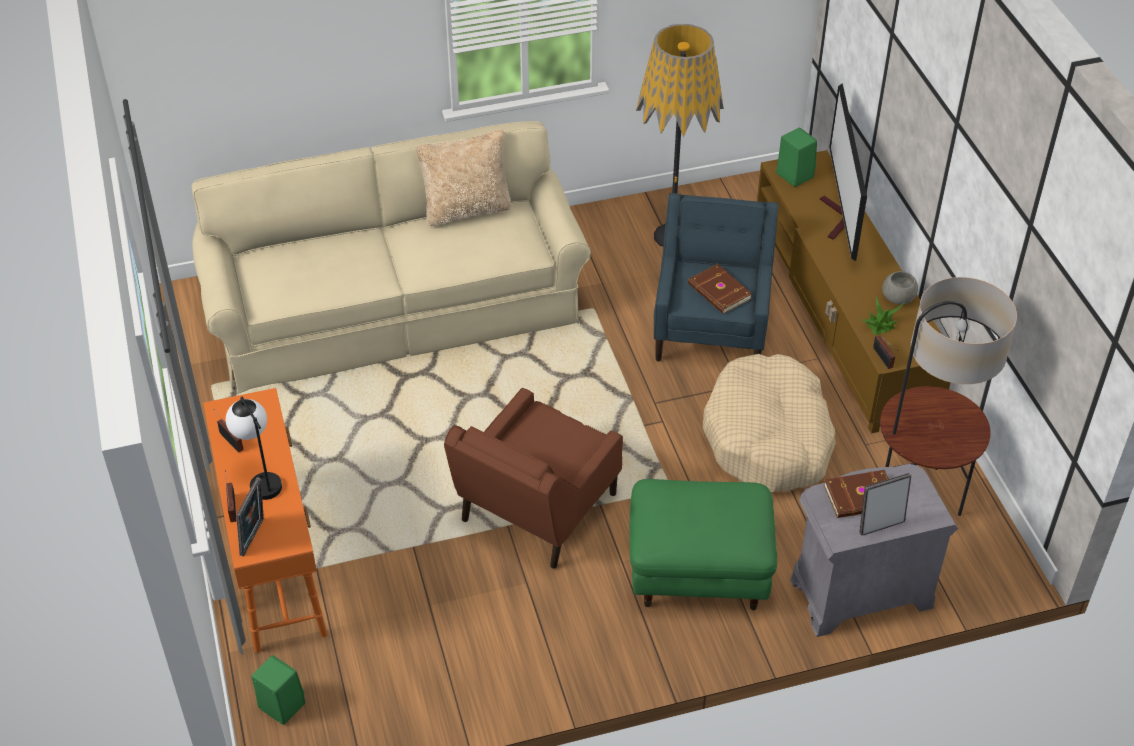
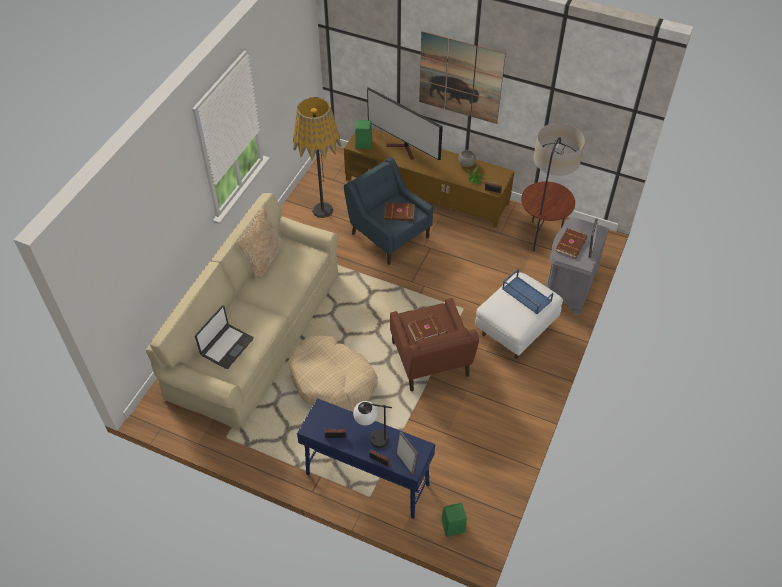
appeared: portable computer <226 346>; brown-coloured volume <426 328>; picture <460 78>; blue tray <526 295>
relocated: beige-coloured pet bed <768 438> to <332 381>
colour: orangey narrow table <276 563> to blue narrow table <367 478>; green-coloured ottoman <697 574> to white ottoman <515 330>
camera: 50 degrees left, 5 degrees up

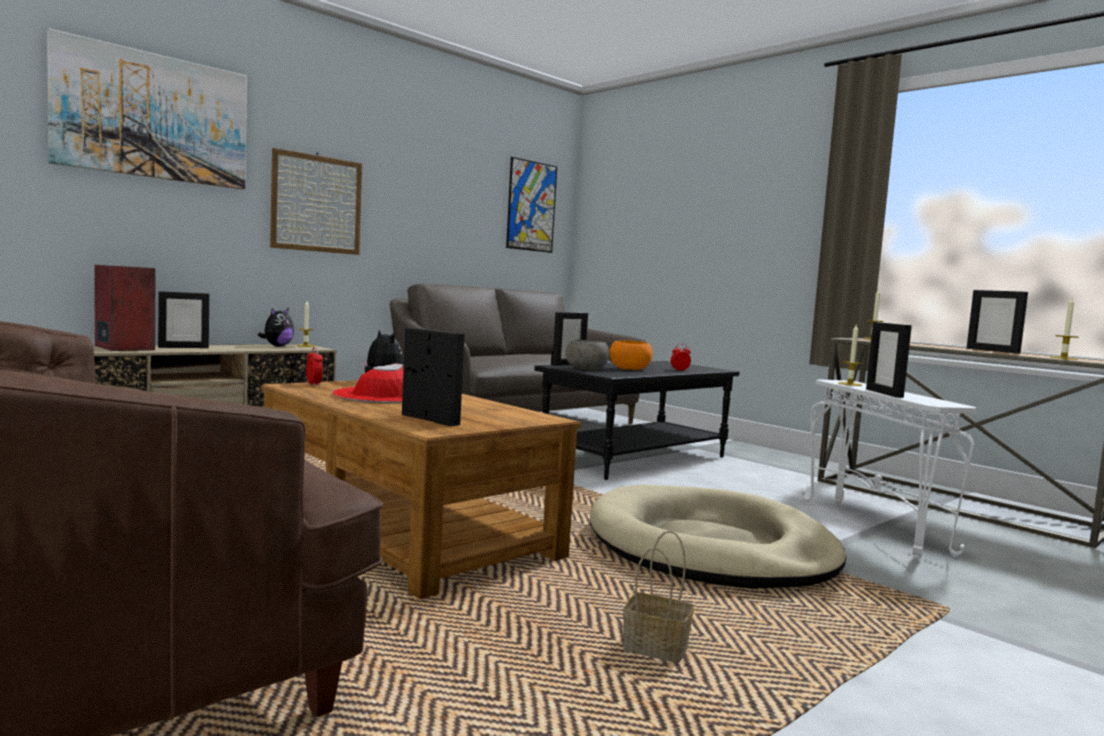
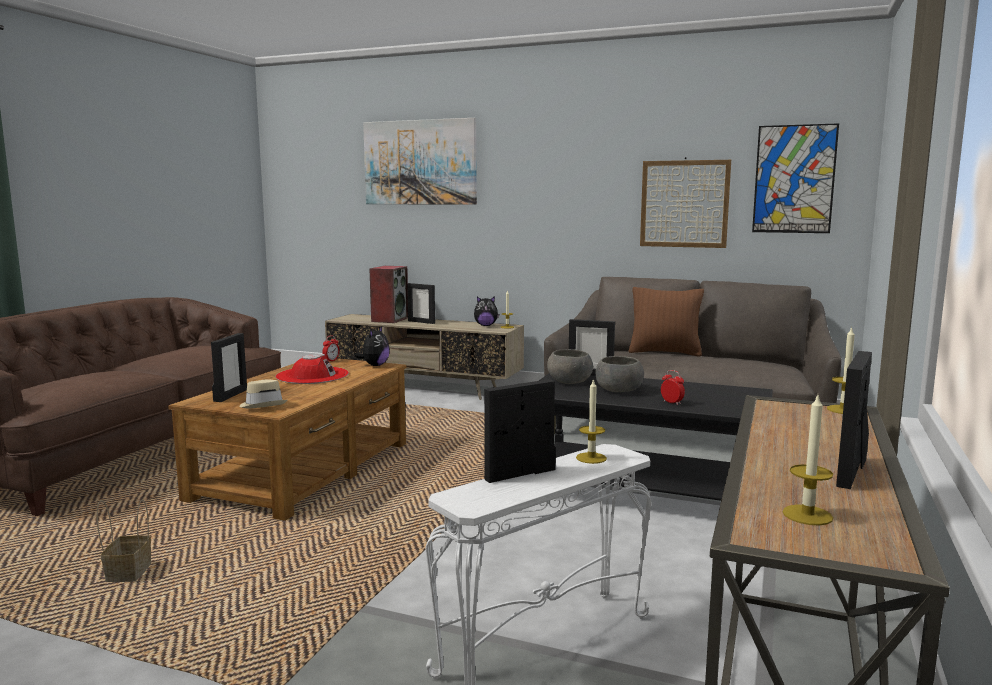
missing: beige-coloured pet bed <710 547>
appeared: beige-coloured clothing hat <263 405>; brown-coloured pillow <665 352>
relocated: picture <316 202> to <684 202>
colour: orangey bowl <630 369> to greyish bowl <618 390>
camera: 65 degrees right, 5 degrees up

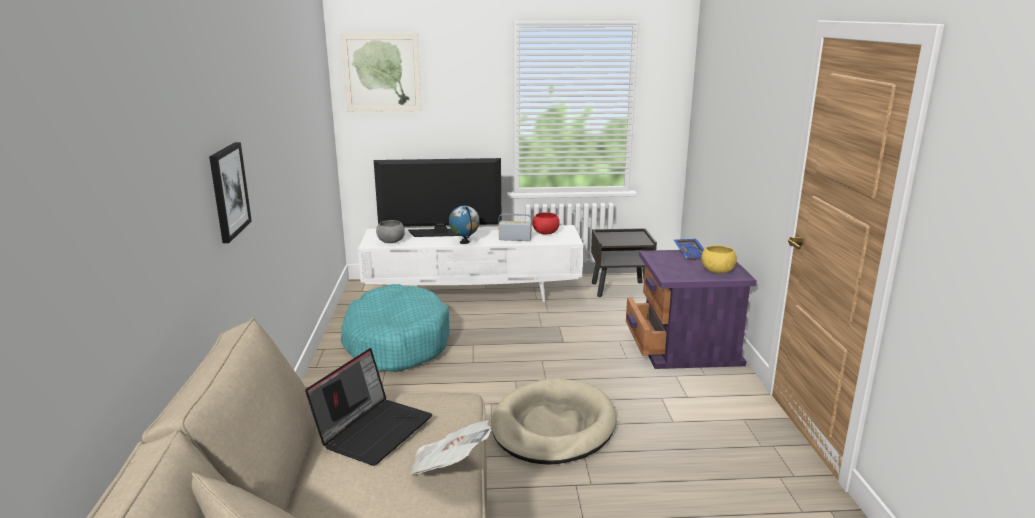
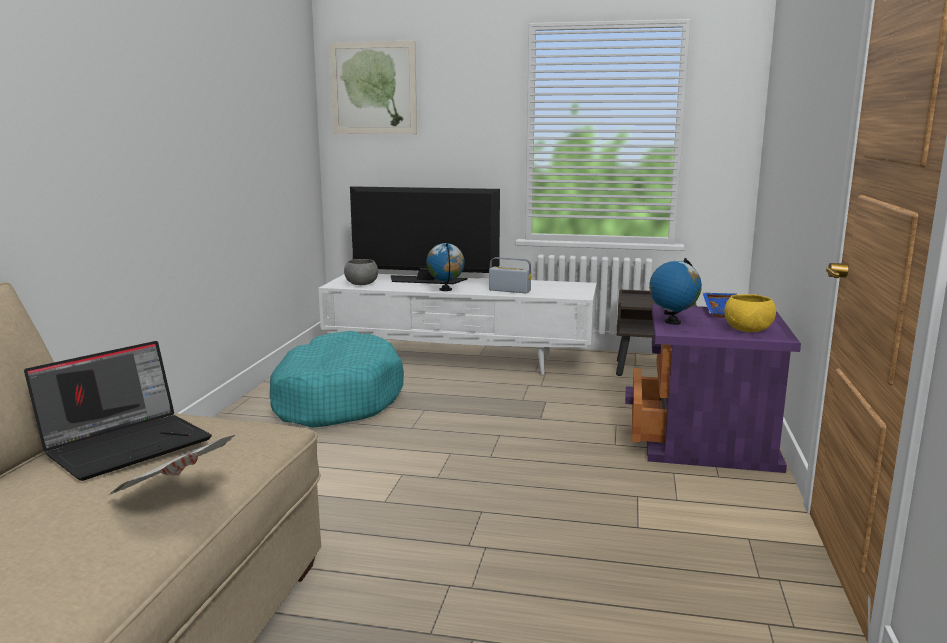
missing: picture <228 191>; beige-coloured pet bed <553 426>; red bowl <545 233>
appeared: desk globe <672 322>
camera: 15 degrees right, 5 degrees down

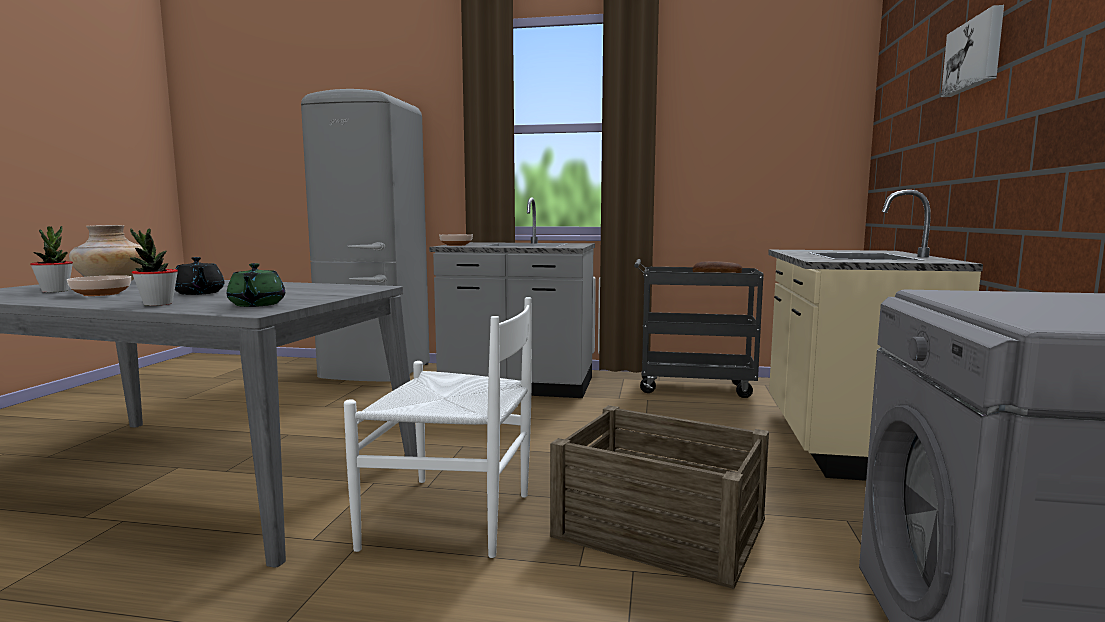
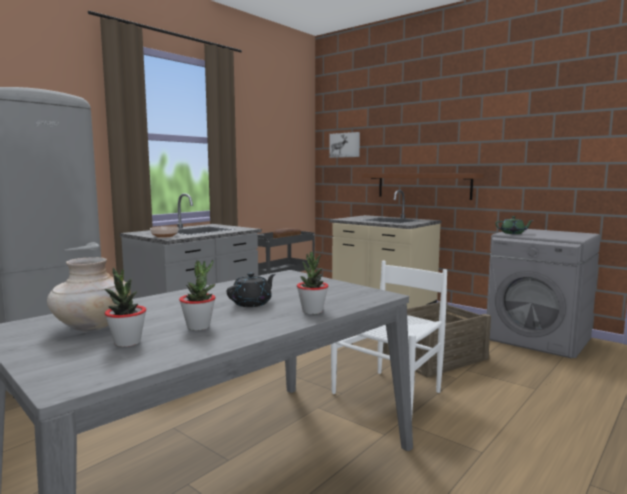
appeared: brown-coloured bracket shelf <423 185>
relocated: green-coloured teapot <256 305> to <513 233>; picture <975 54> to <345 145>
exchanged: bowl <101 294> to potted plant <198 327>
spun: blackish teapot <199 293> = <252 303> 45 degrees counterclockwise
camera: 60 degrees left, 0 degrees up

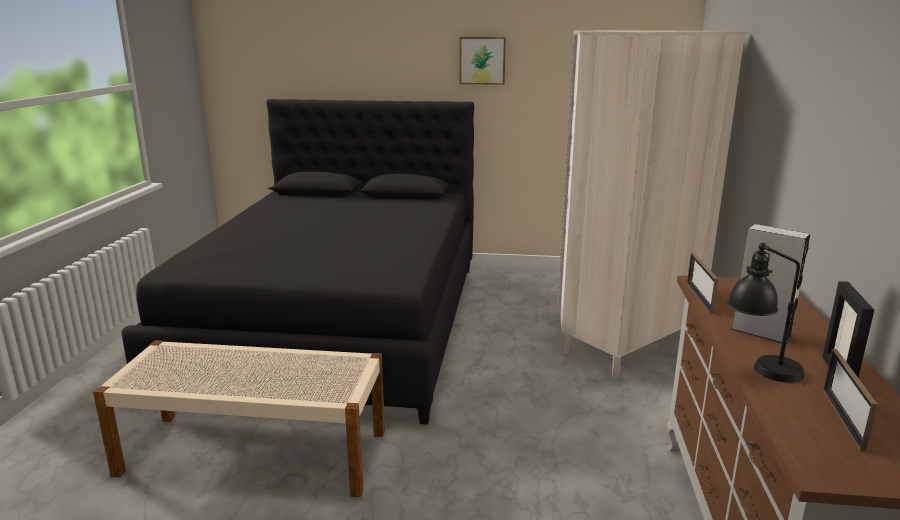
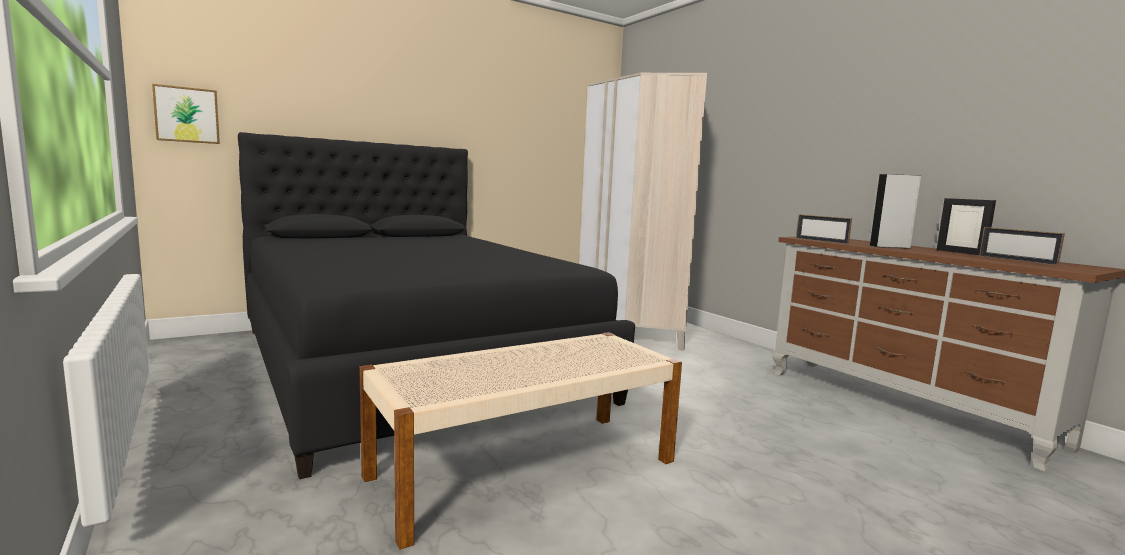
missing: blackish lamp for a table <760 372>
relocated: picture <482 60> to <187 115>
camera: 40 degrees left, 10 degrees down

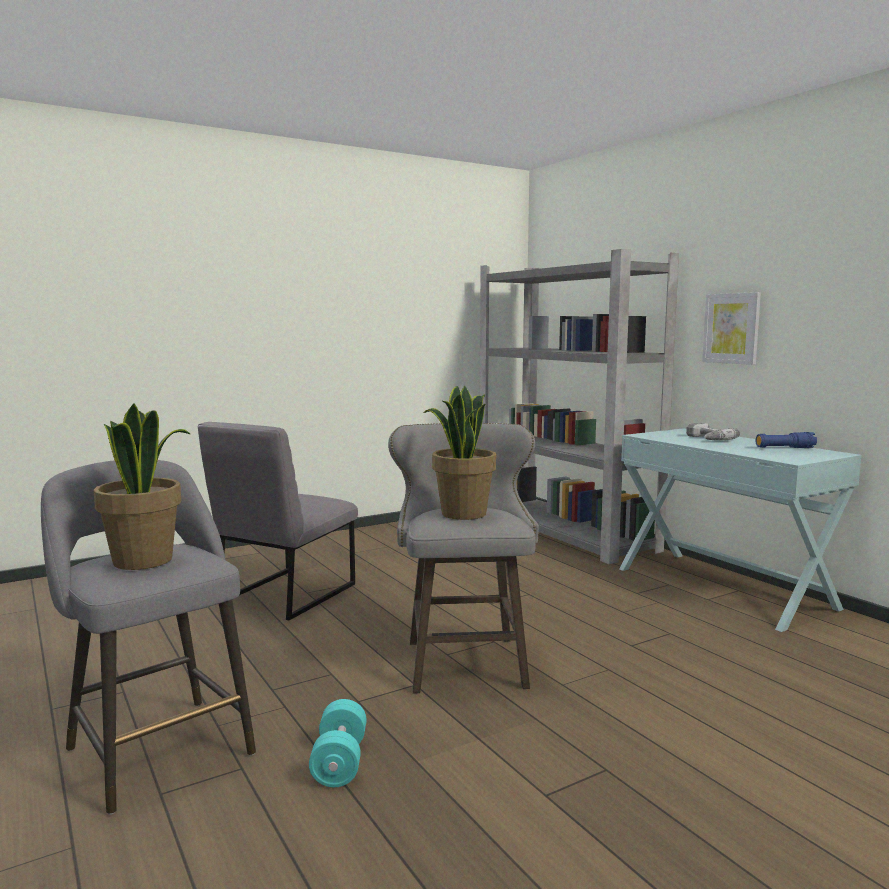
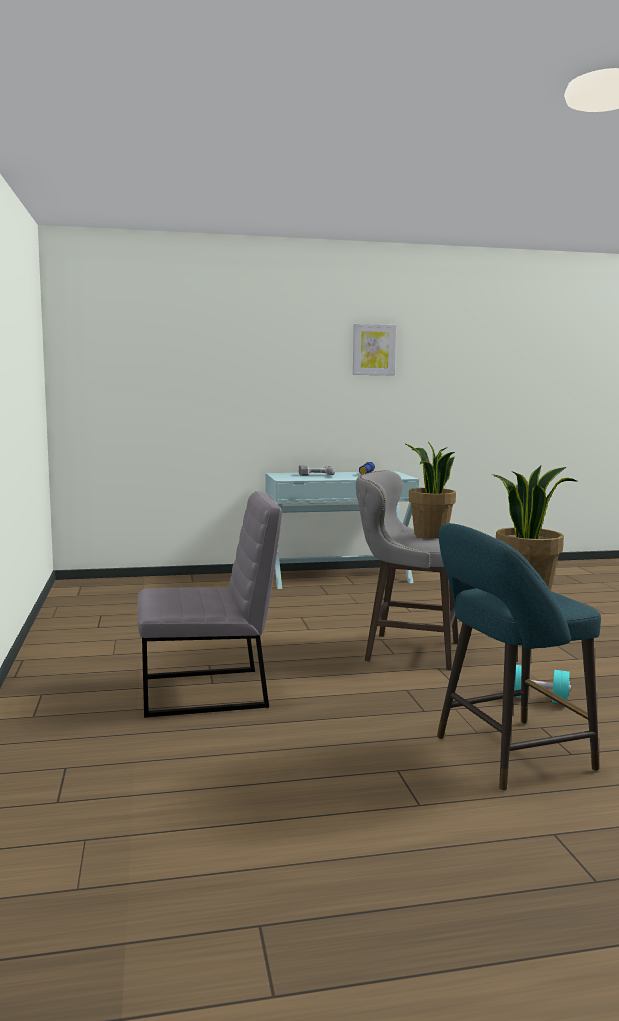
missing: greyish bookshelf <563 531>
relocated: picture <731 328> to <373 350>
colour: greyish stool seat <156 747> to blue-green stool seat <506 755>
spun: greyish upright chair <285 594> = <208 692> 60 degrees counterclockwise
camera: 70 degrees left, 0 degrees up

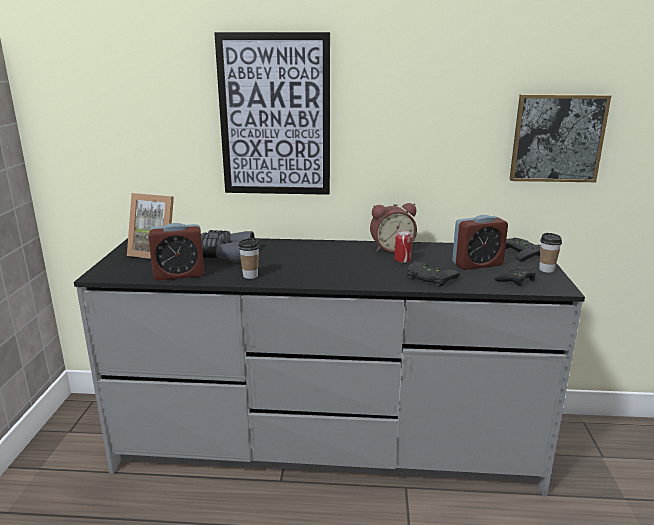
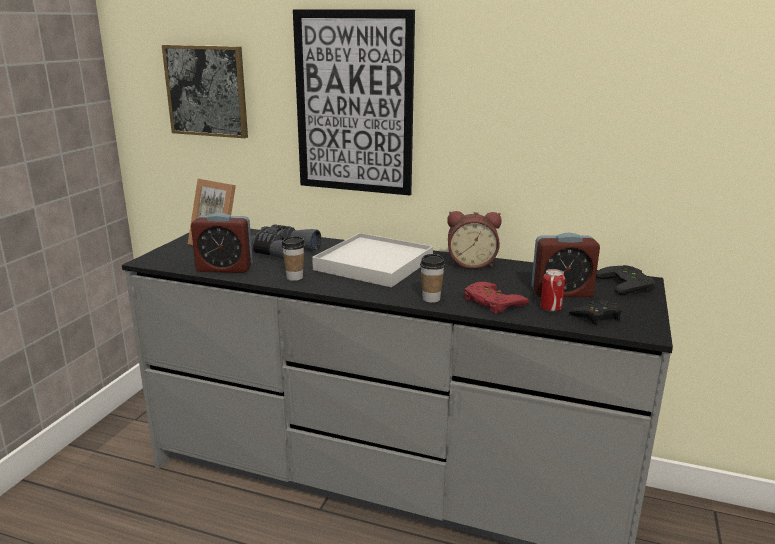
appeared: white tray <373 264>
relocated: sealed can <402 260> to <550 308>; picture <557 138> to <207 91>; cup <546 270> to <431 299>
colour: blackish game controller <429 278> to red game controller <490 302>
camera: 15 degrees right, 0 degrees up

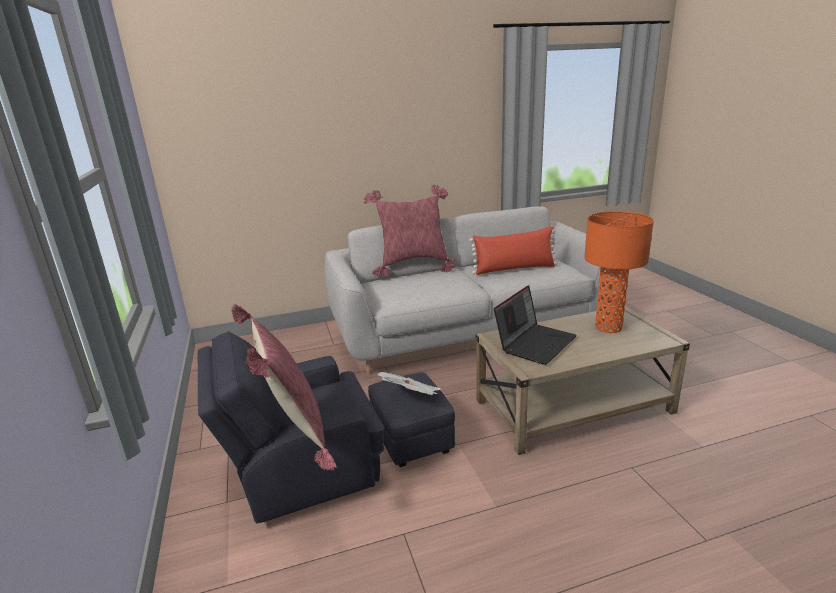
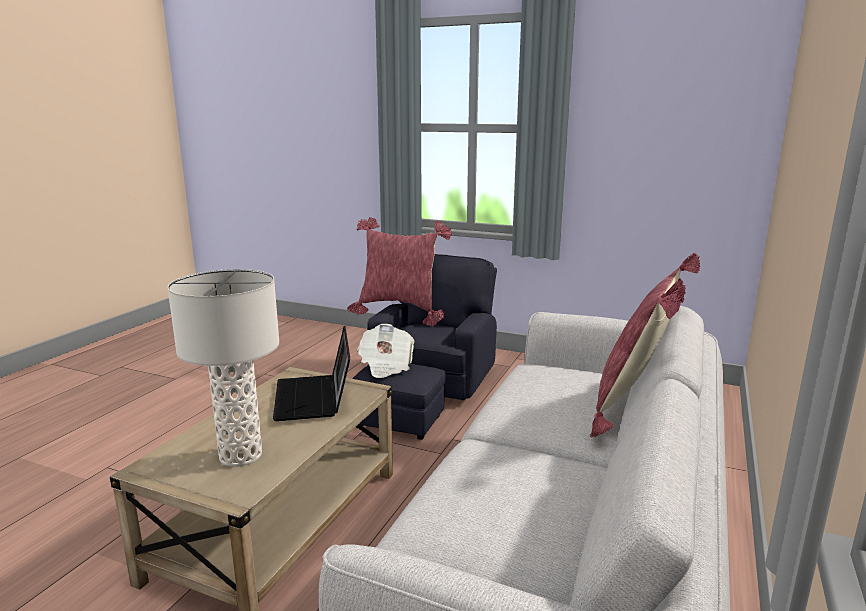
missing: red pillow <514 269>
colour: orangey lamp for a table <608 327> to white lamp for a table <241 455>
camera: 130 degrees right, 5 degrees down

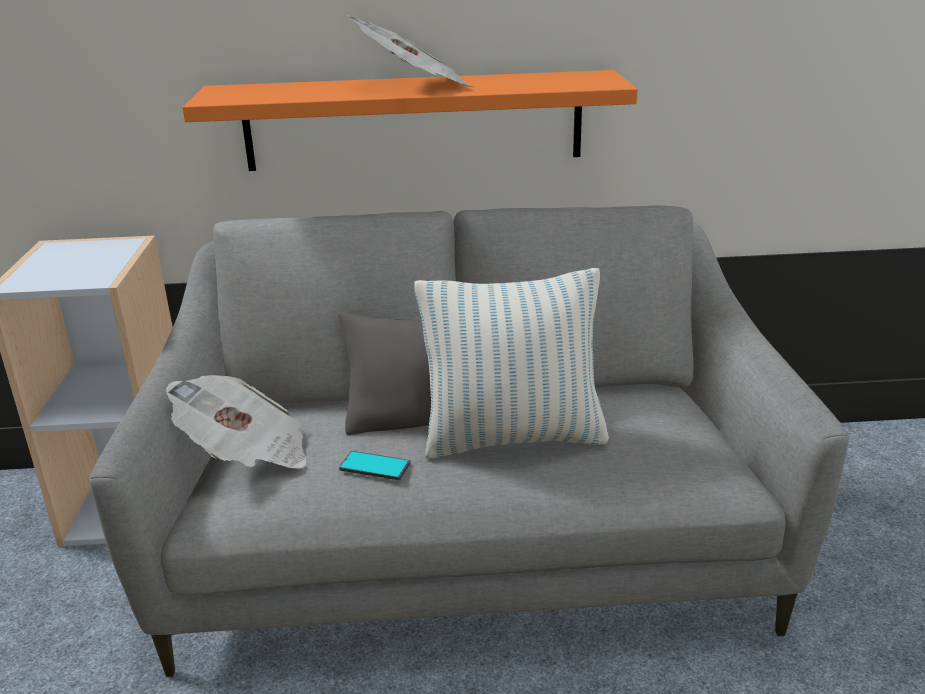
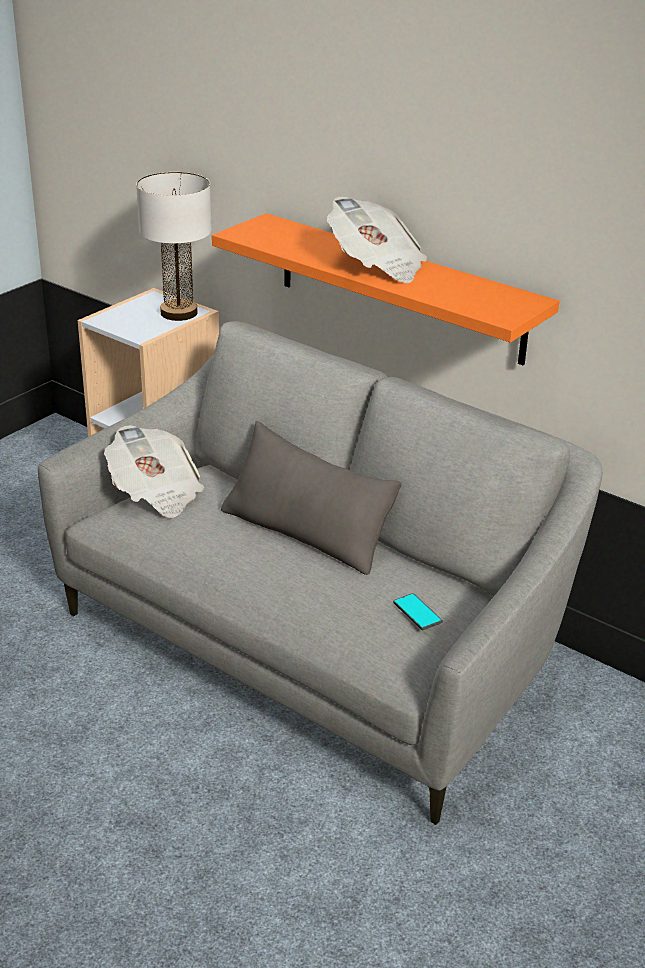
missing: pillow <513 438>
appeared: lamp for a table <178 313>
relocated: telephone <375 466> to <417 612>
camera: 40 degrees right, 5 degrees up

